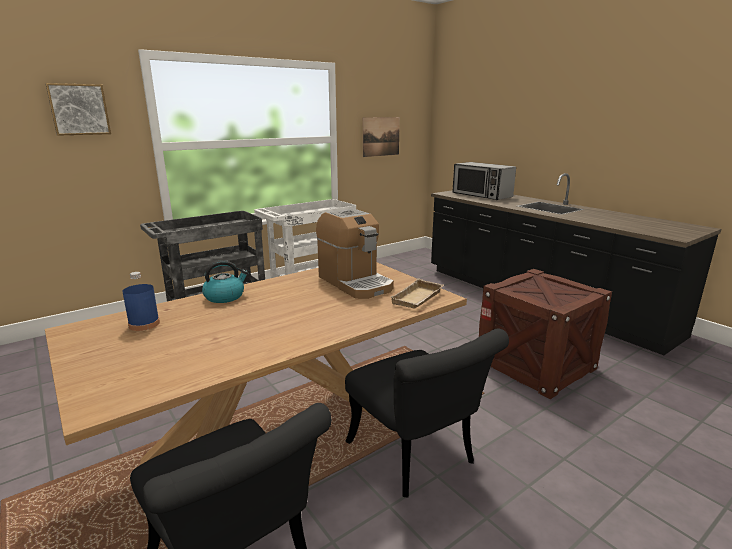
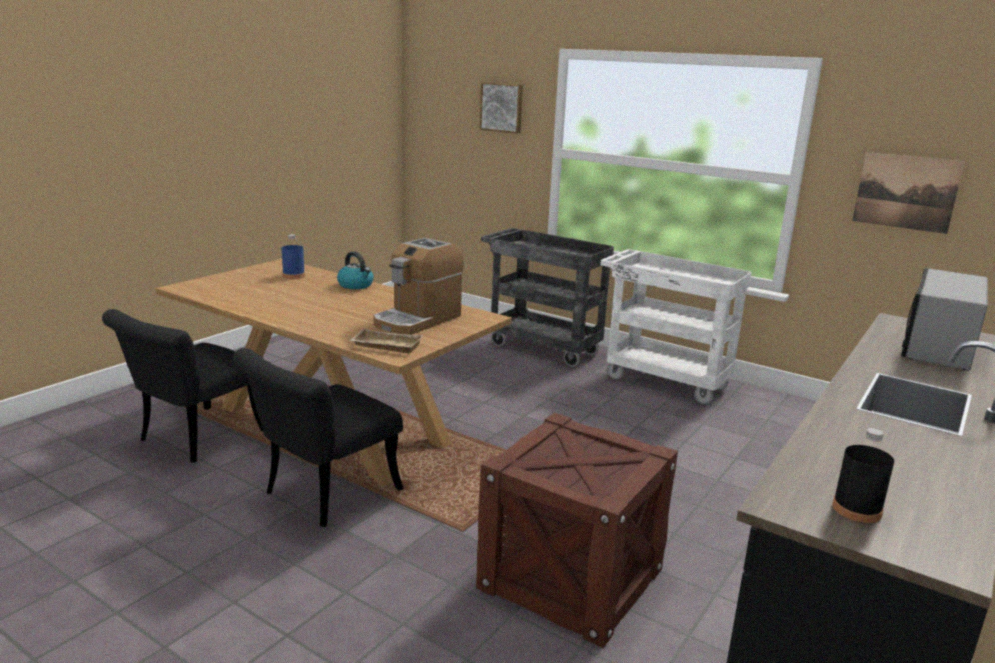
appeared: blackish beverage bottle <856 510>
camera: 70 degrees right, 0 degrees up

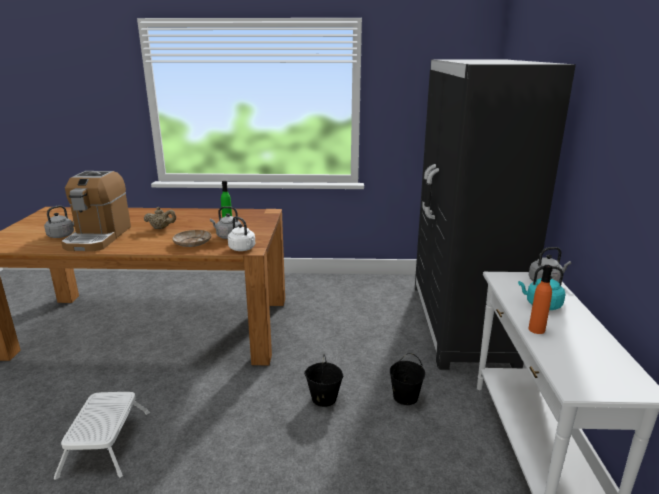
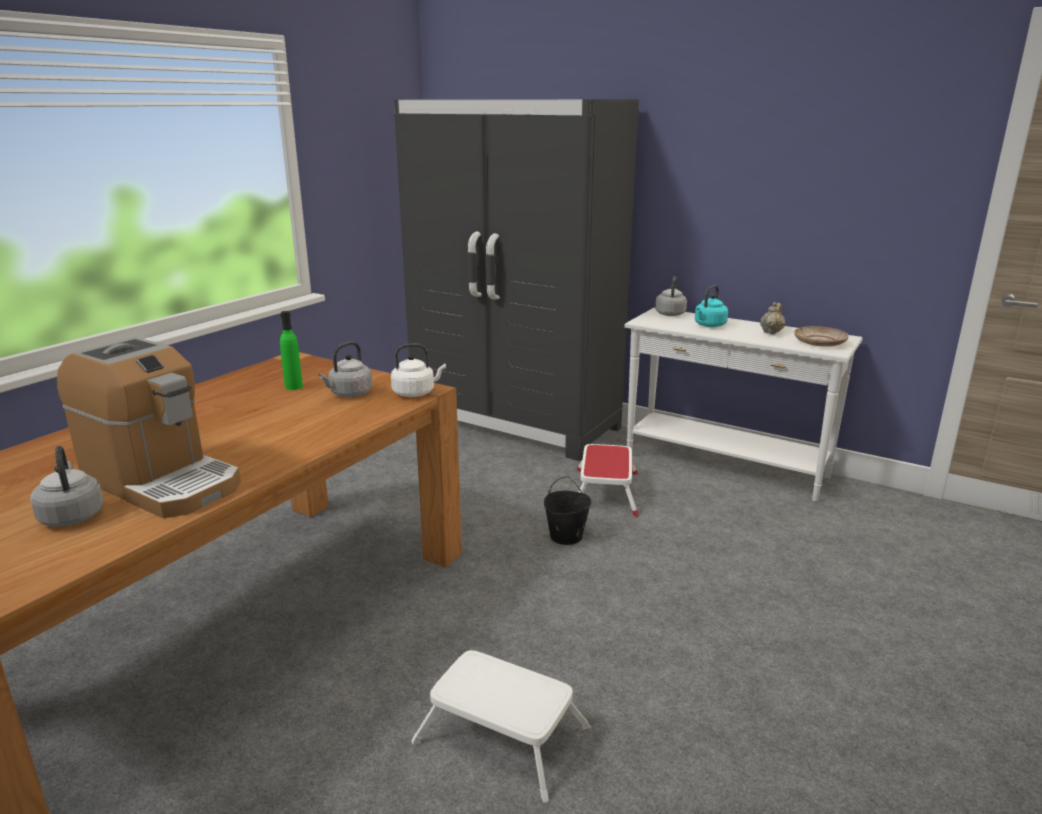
missing: orangey beverage bottle <536 329>
relocated: beige-coloured teapot <161 228> to <771 332>; beige-coloured dinner plate <192 243> to <820 343>
exchanged: blackish bucket <405 396> to red stepladder <606 491>
camera: 60 degrees left, 0 degrees up

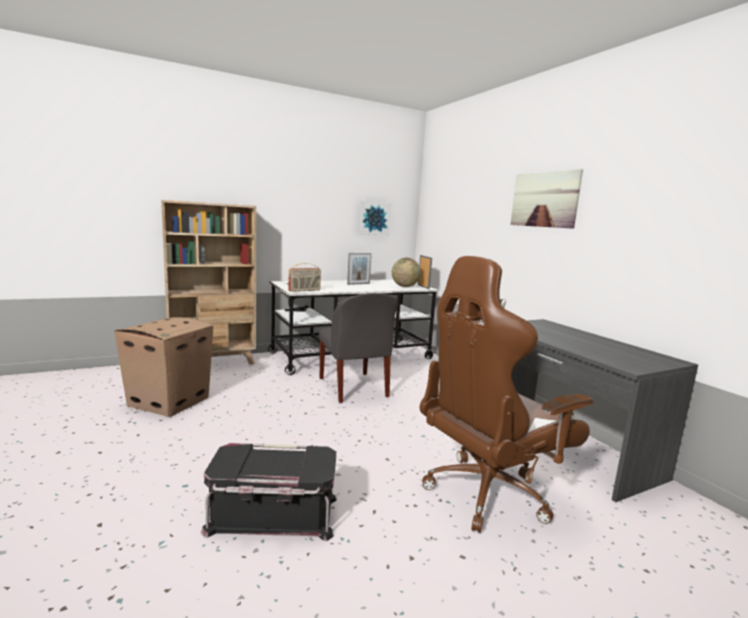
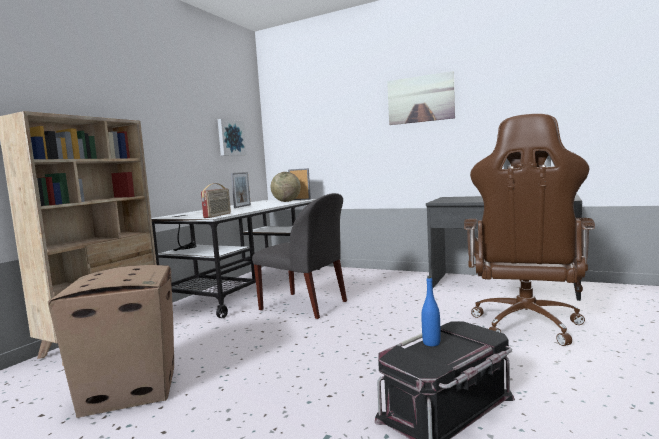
appeared: blue beverage bottle <431 343>
camera: 35 degrees left, 5 degrees down

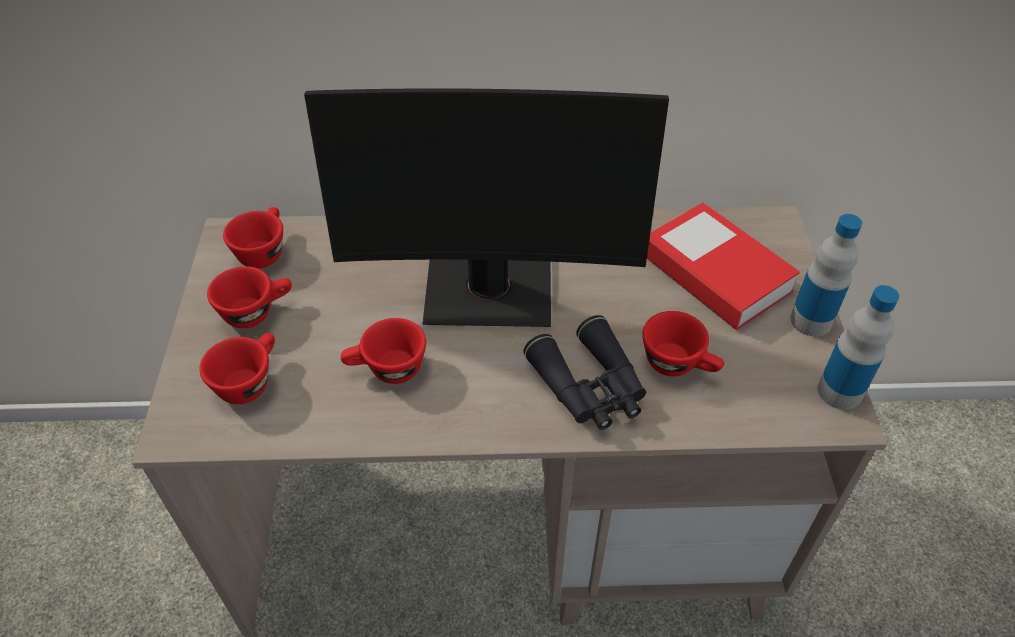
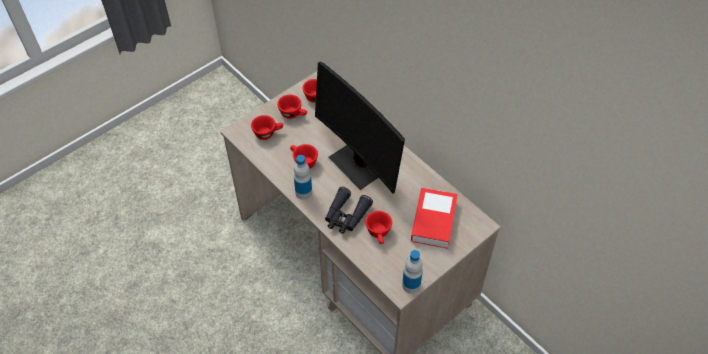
relocated: beverage bottle <811 321> to <303 192>
camera: 50 degrees right, 5 degrees up

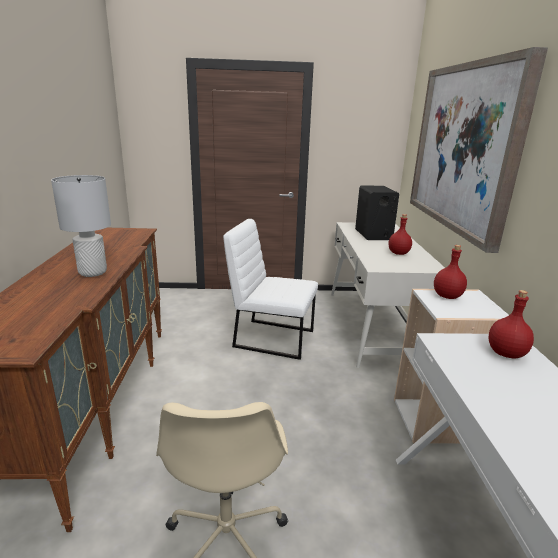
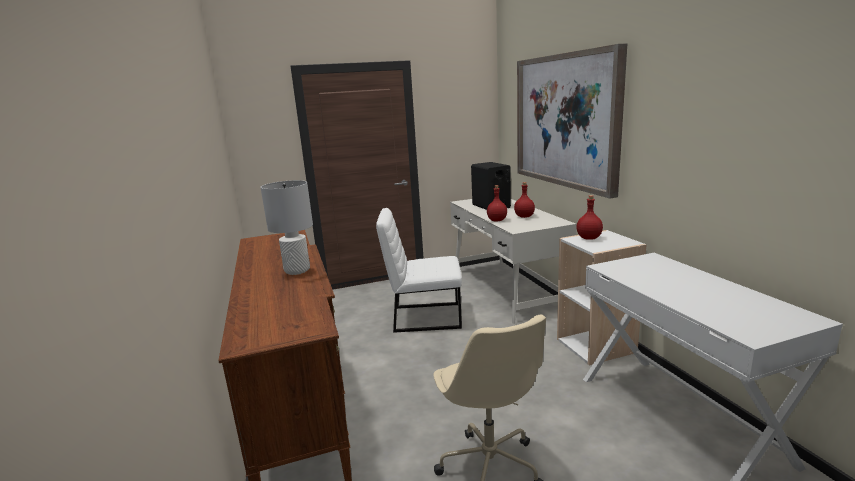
relocated: red beverage bottle <506 353> to <497 220>
camera: 15 degrees left, 5 degrees down

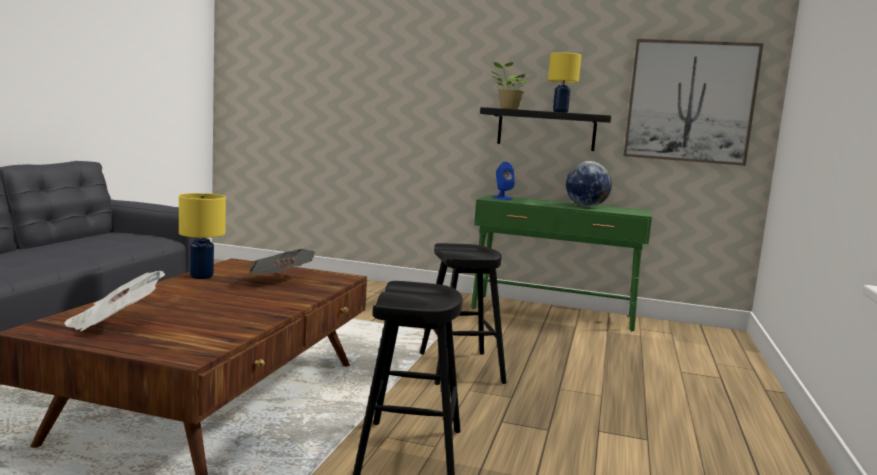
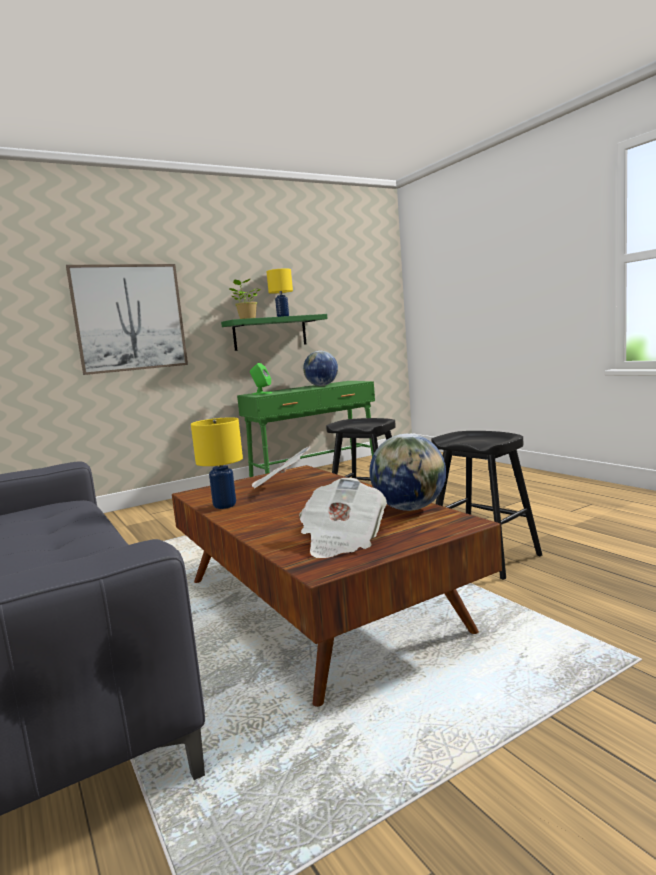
appeared: desk globe <410 508>
relocated: picture <690 102> to <129 318>
colour: blackish bracket shelf <546 129> to green-coloured bracket shelf <270 333>; blue speaker <502 198> to green-coloured speaker <262 393>
camera: 45 degrees left, 0 degrees up

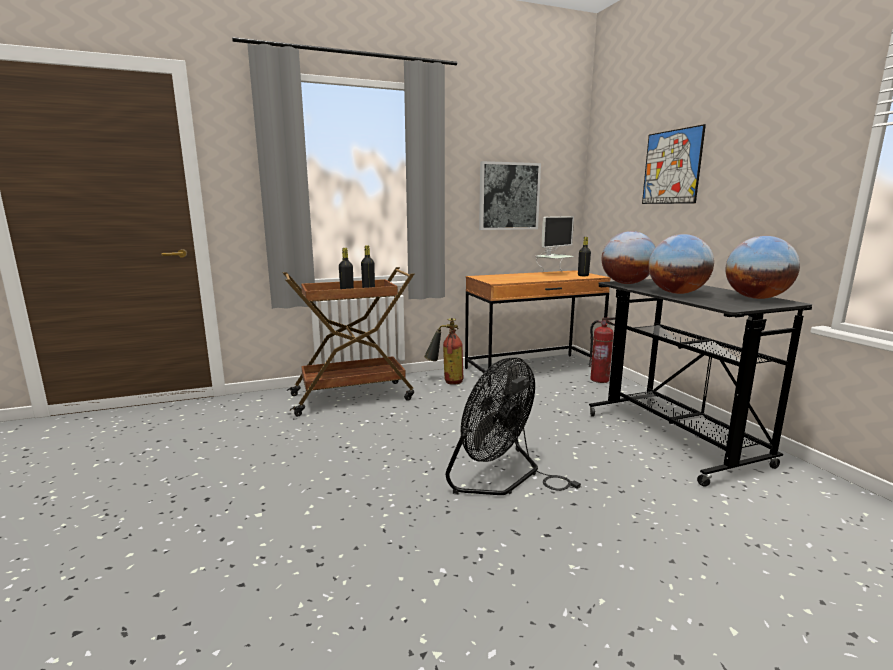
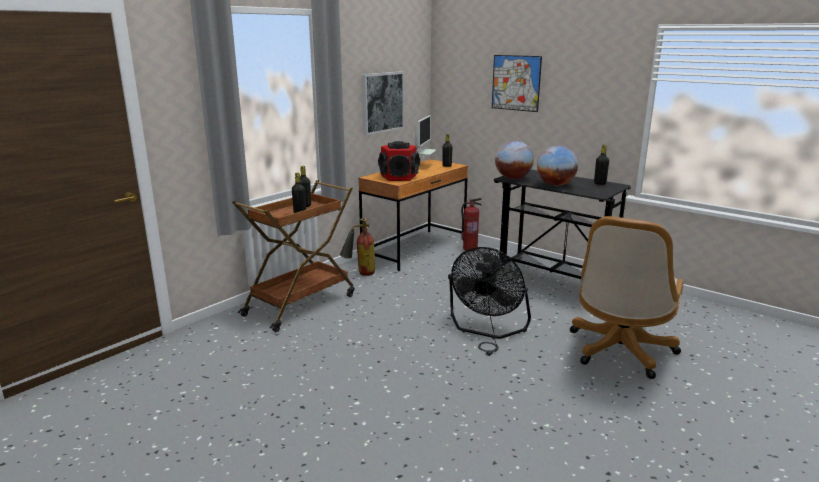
appeared: speaker <399 177>; desk chair <619 353>
exchanged: desk globe <756 298> to blackish beverage bottle <600 183>
spun: blackish fan <510 475> = <485 330> 105 degrees clockwise
camera: 30 degrees left, 5 degrees up

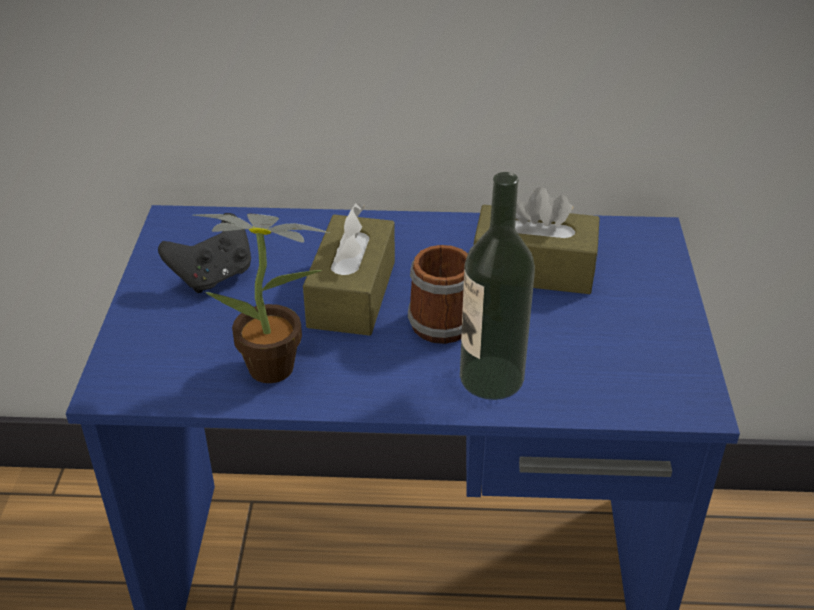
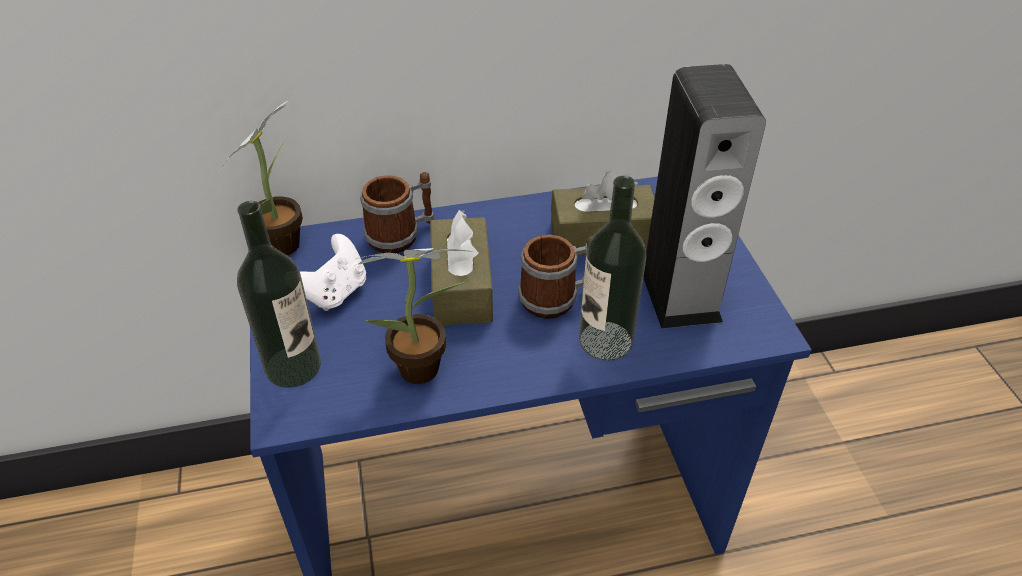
appeared: potted plant <287 241>; beverage bottle <293 366>; mug <402 235>; speaker <679 292>
colour: blackish game controller <213 276> to white game controller <334 292>
camera: 15 degrees left, 5 degrees up

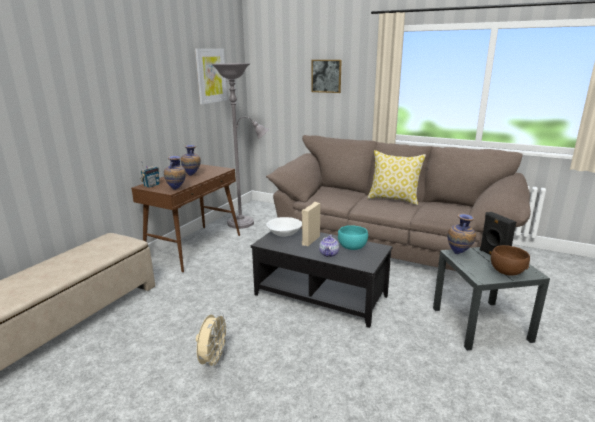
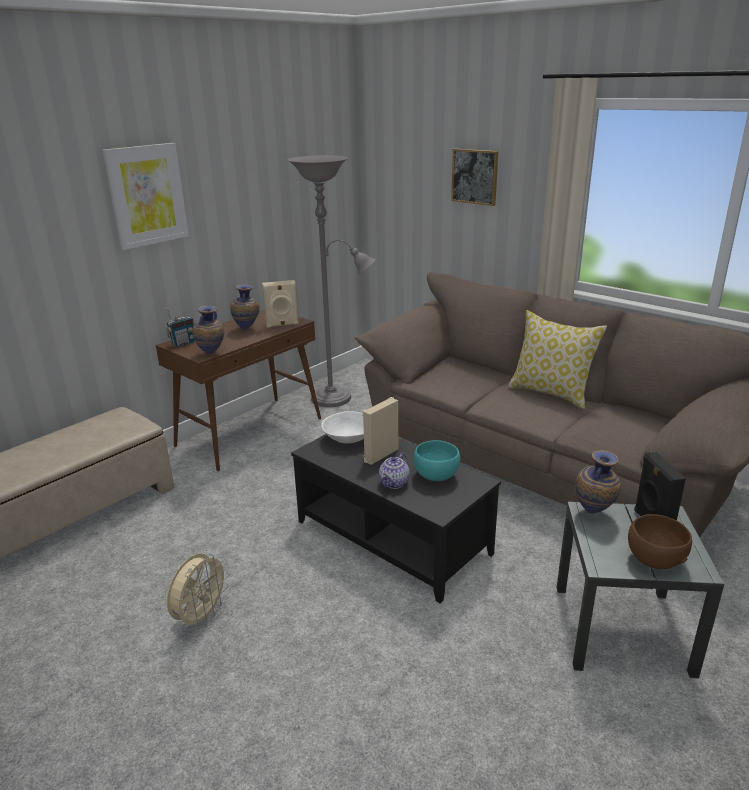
appeared: beige-coloured speaker <282 325>
relocated: picture <211 76> to <147 195>
camera: 15 degrees right, 5 degrees up

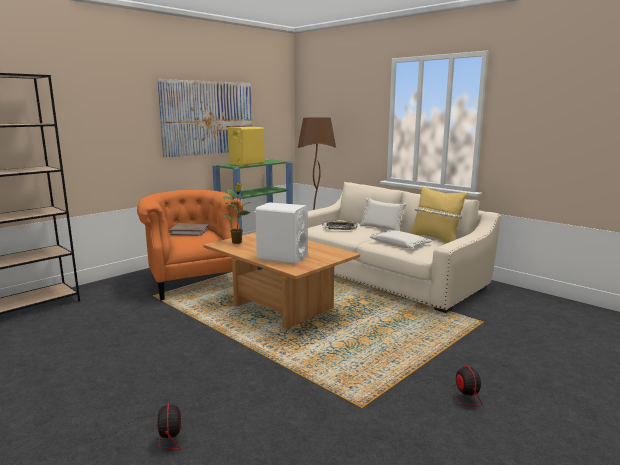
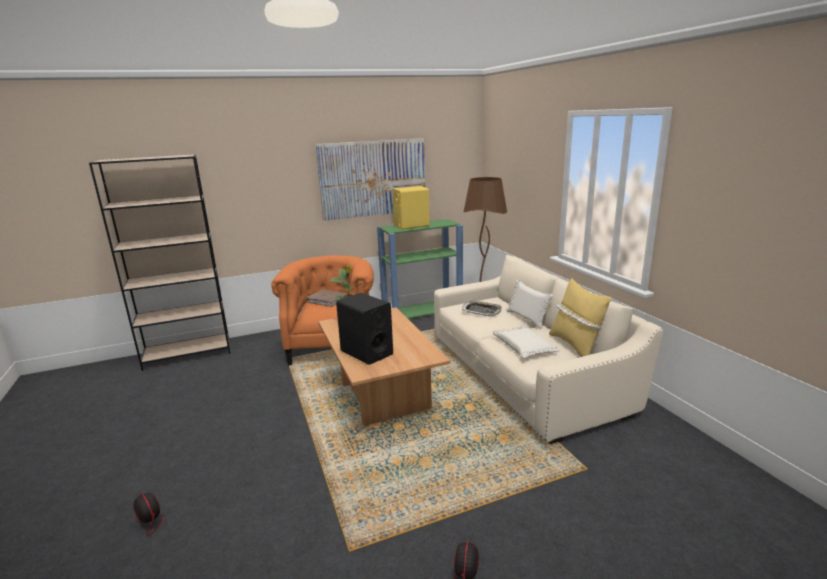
colour: white speaker <282 257> to blackish speaker <366 352>
spun: fan <158 435> = <167 522> 120 degrees clockwise
camera: 25 degrees right, 5 degrees up

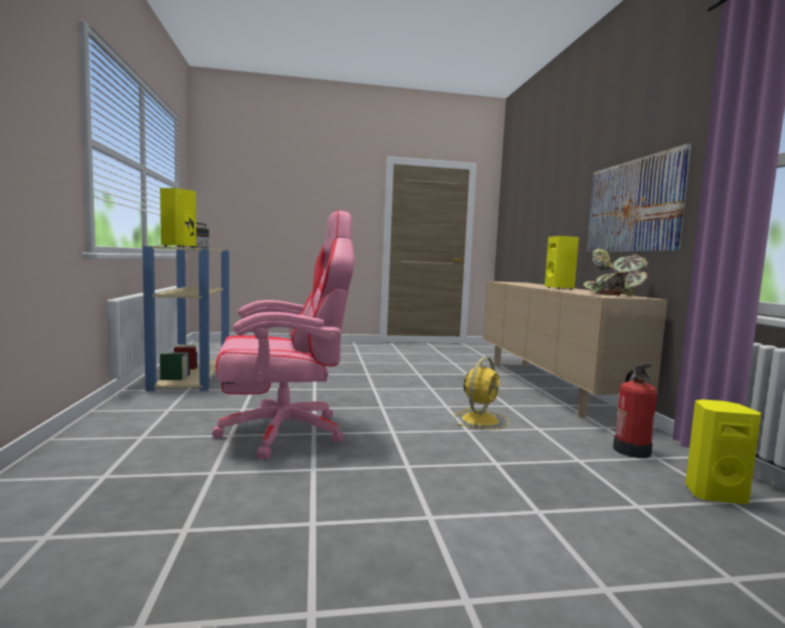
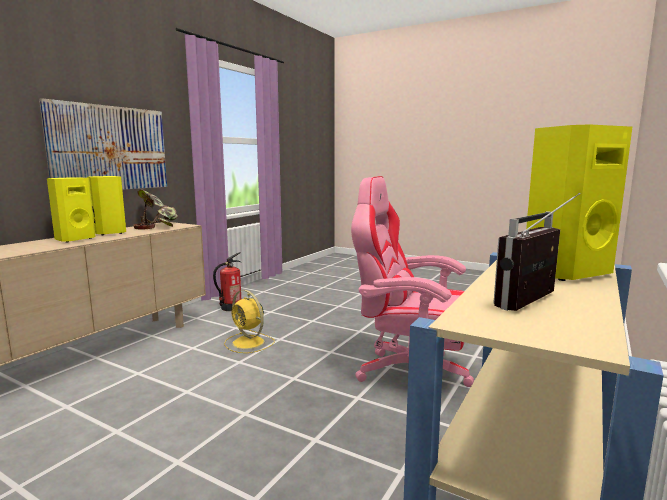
relocated: yellowish speaker <713 494> to <109 233>
spun: yellowish fan <480 419> = <249 343> 120 degrees counterclockwise
camera: 140 degrees left, 5 degrees up

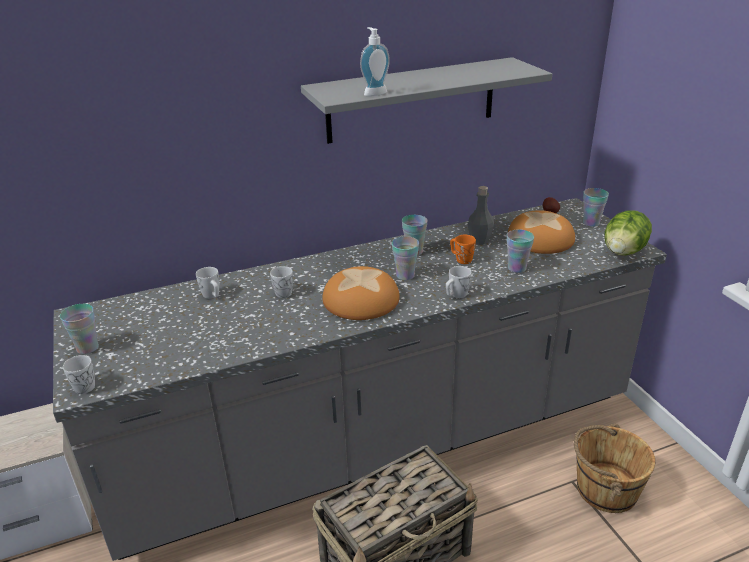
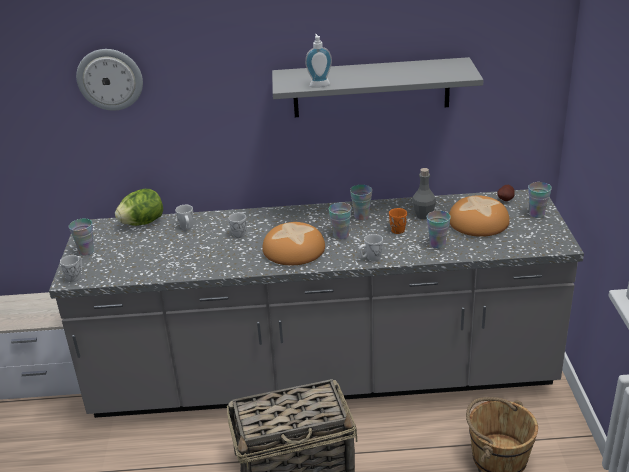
appeared: clock on the wall <110 79>
relocated: lettuce head <623 252> to <143 223>
camera: 20 degrees right, 0 degrees up

